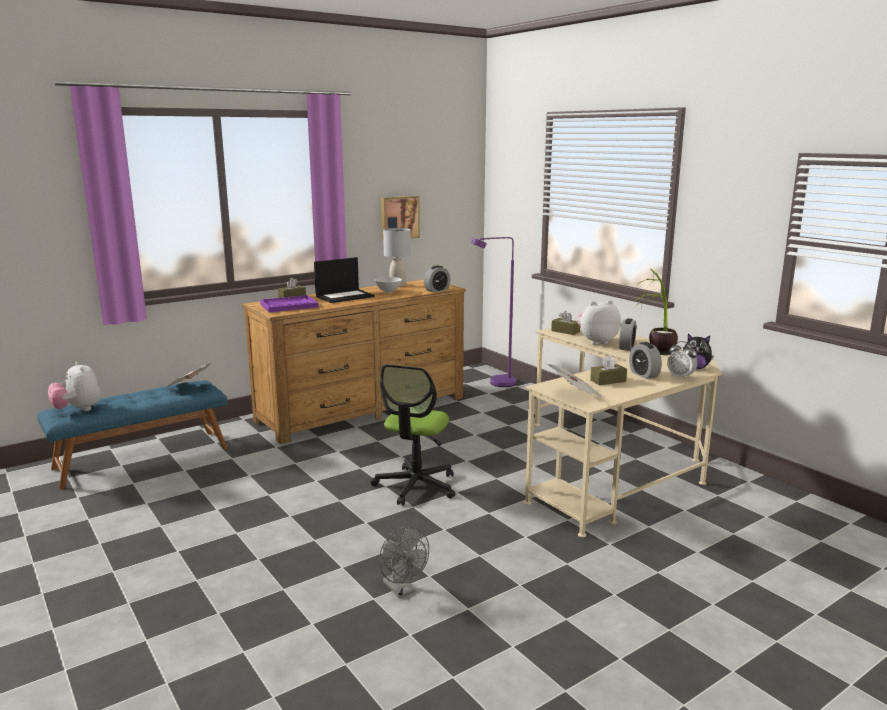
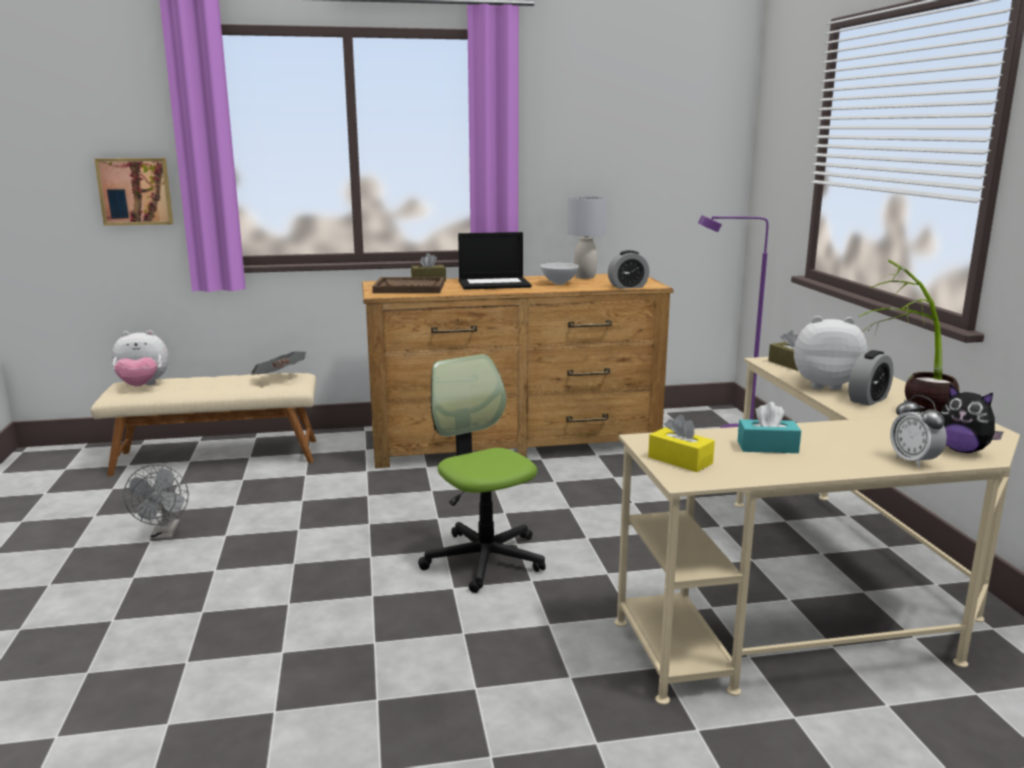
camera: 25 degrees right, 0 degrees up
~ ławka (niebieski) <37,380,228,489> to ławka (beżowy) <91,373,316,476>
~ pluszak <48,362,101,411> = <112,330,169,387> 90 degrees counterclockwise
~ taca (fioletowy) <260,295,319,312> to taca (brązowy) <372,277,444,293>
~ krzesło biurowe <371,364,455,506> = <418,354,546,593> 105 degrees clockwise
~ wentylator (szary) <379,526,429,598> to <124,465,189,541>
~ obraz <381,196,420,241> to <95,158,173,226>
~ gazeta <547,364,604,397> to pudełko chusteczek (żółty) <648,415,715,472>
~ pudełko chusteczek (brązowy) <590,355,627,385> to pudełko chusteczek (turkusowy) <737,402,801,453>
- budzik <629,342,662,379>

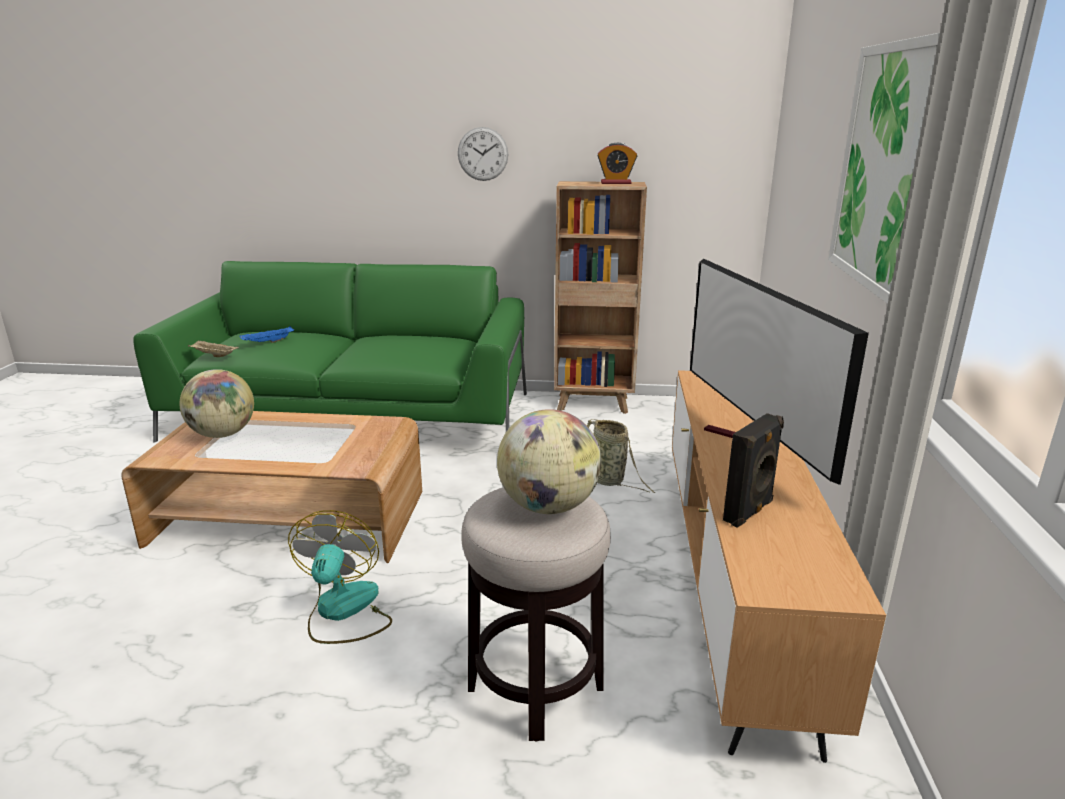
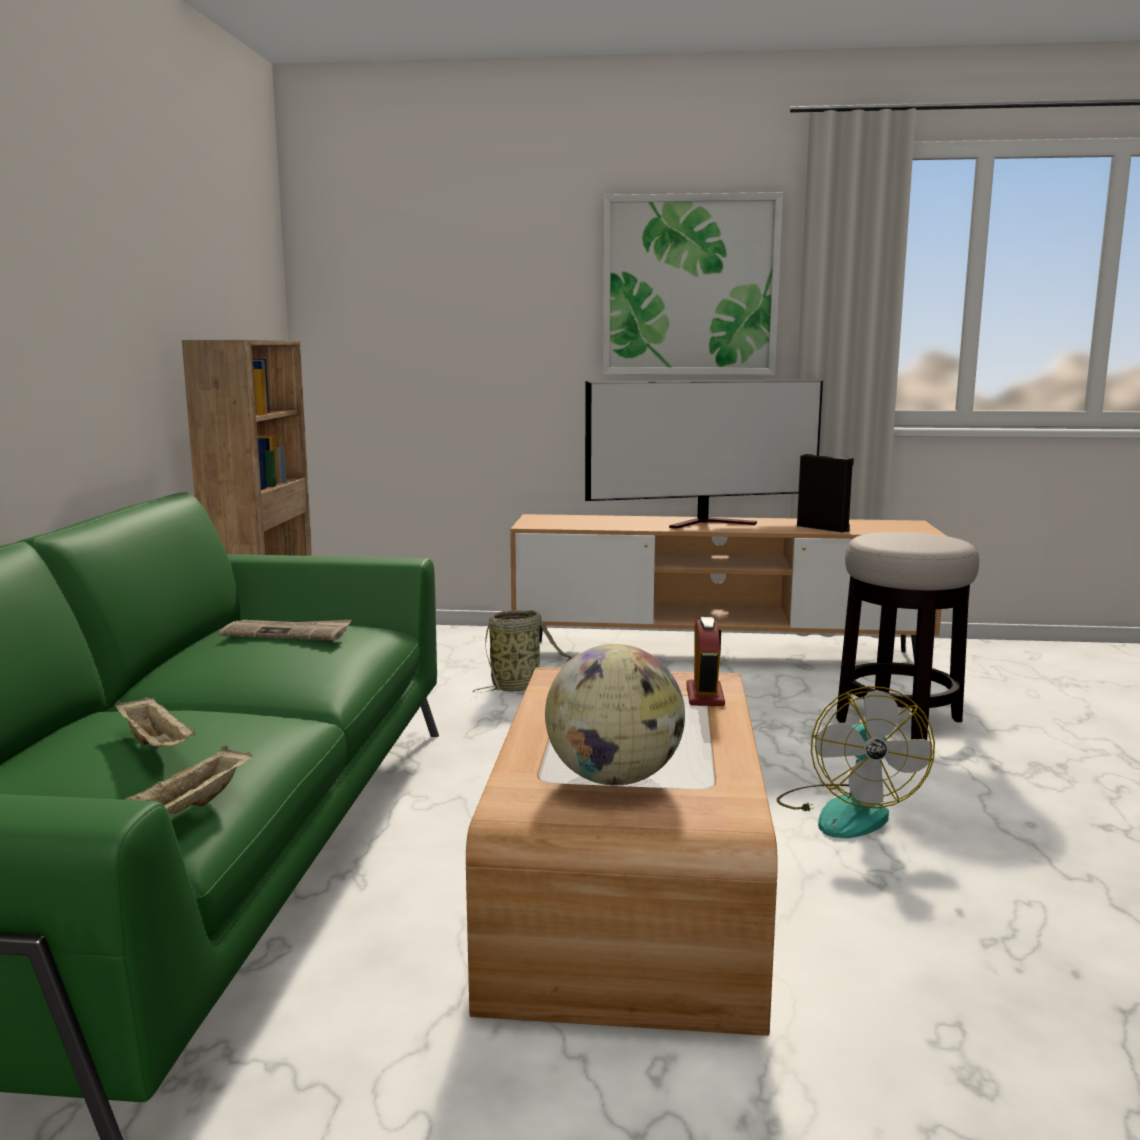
camera: 90 degrees left, 10 degrees down
~ taca (niebieski) <239,326,294,343> to taca (beżowy) <115,697,196,747>
~ wentylator <288,510,392,644> = <776,686,935,838> 90 degrees counterclockwise
- zegar ścienny <458,127,508,181>
- globus <497,409,601,514>
~ budzik <597,143,637,184> to <686,617,725,706>
+ gazeta <219,620,352,640>

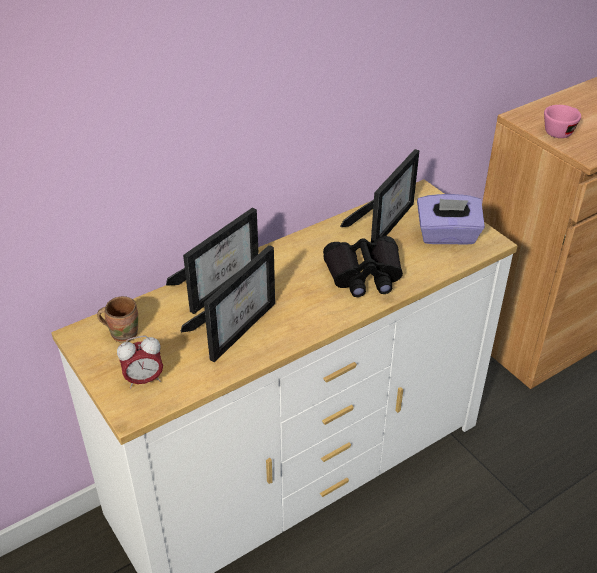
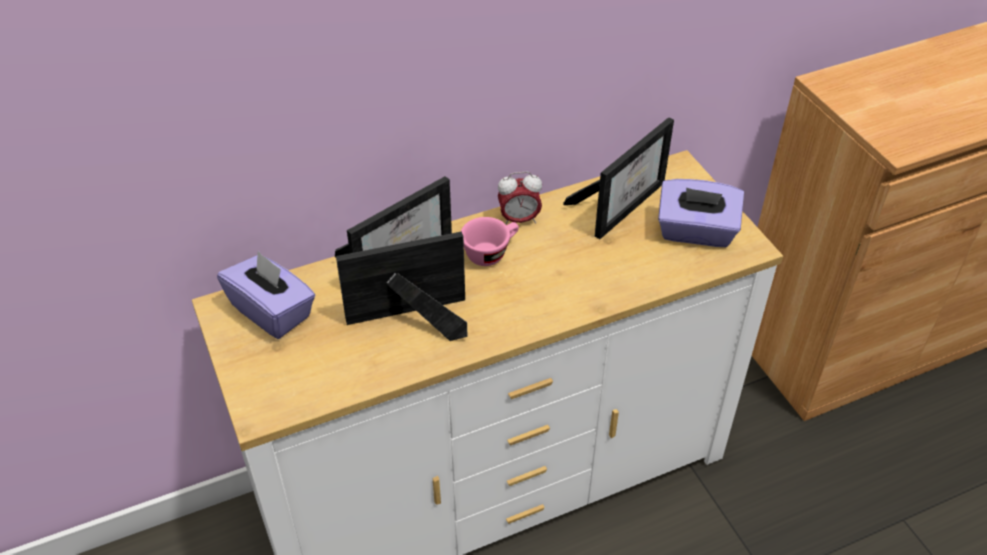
camera: 10 degrees right, 5 degrees up
~ kubek (brązowy) <97,296,138,343> to pudełko chusteczek (fioletowy) <217,251,315,339>
~ budzik <117,336,163,388> to <498,171,542,224>
~ ramka na zdjęcie <180,245,275,362> = <336,231,468,341> 150 degrees counterclockwise
- lornetka (czarny) <323,236,403,297>
~ filiżanka (różowy) <544,105,581,138> to <461,217,519,266>

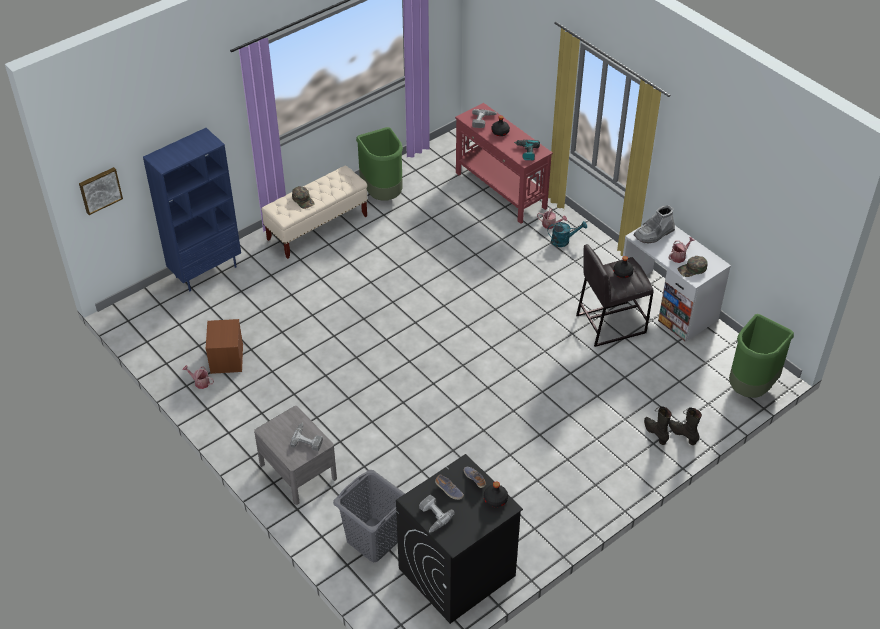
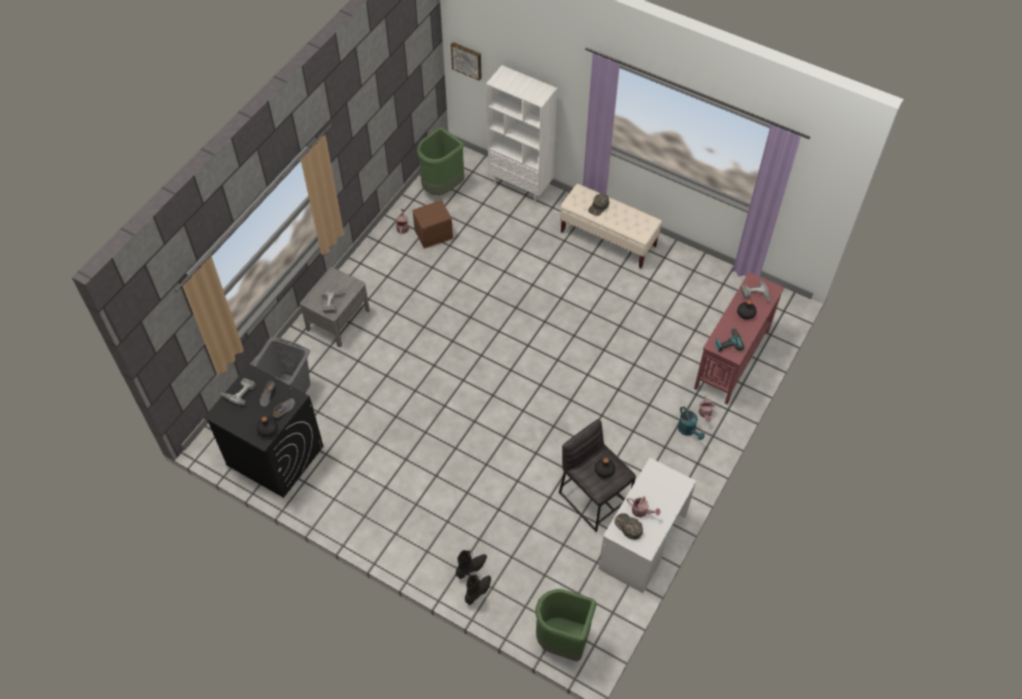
camera: 70 degrees right, 10 degrees up
~ regał (niebieski) <143,128,241,292> to regał (biały) <486,65,557,203>
~ kosz na śmieci (zielony) <356,127,403,201> to <417,127,464,195>
- but z cholewką (szary) <634,205,675,243>

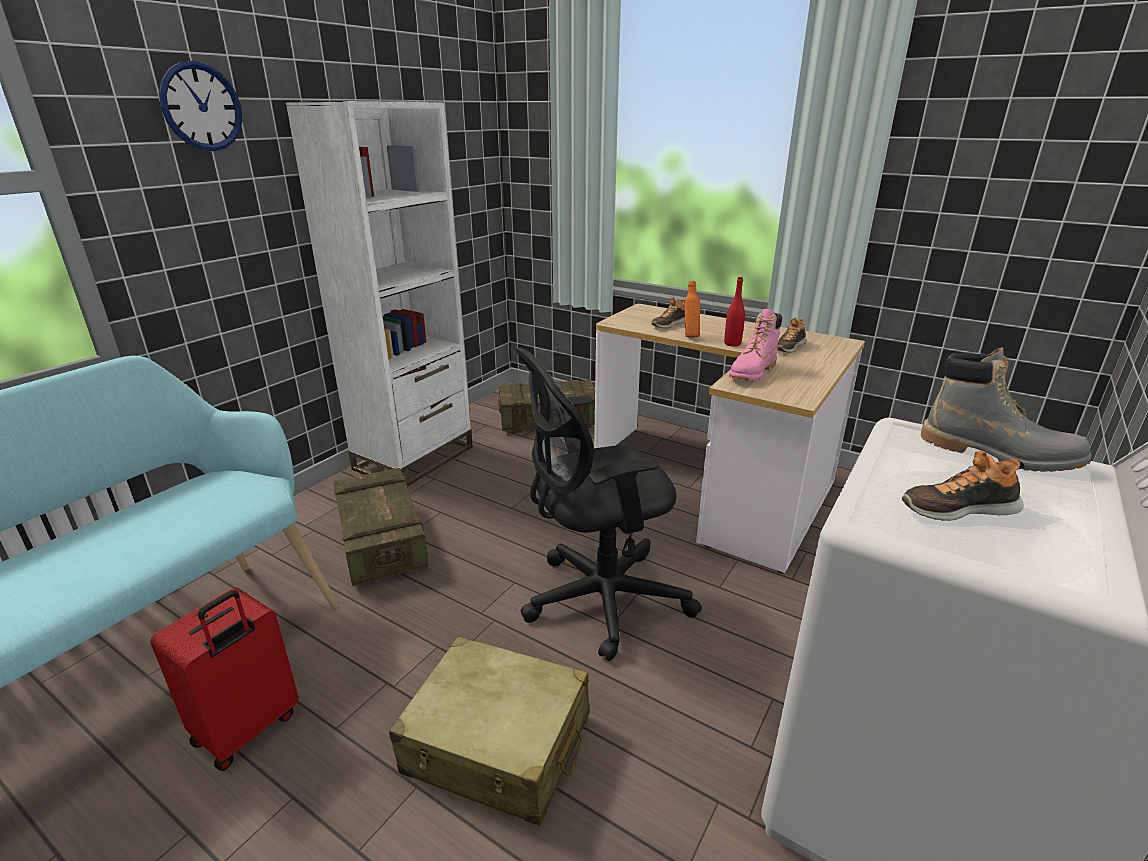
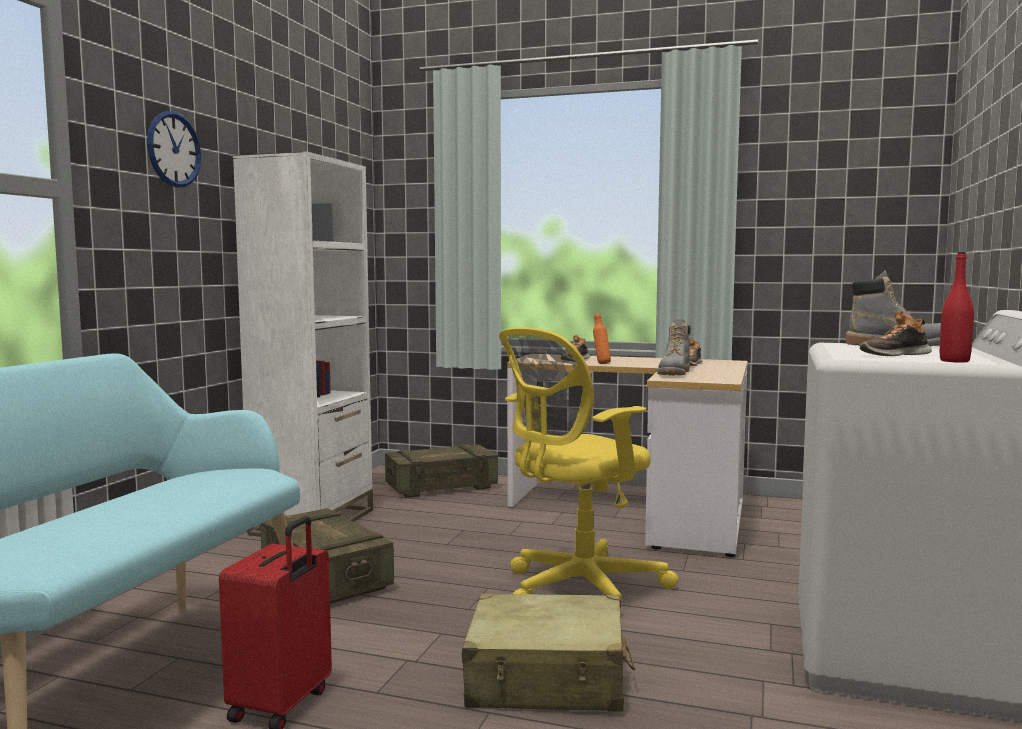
camera: 15 degrees left, 20 degrees down
~ krzesło biurowe (czarny) <515,347,702,661> to krzesło biurowe (żółty) <499,327,679,600>
~ butelka (czerwony) <724,277,745,347> to <940,252,974,363>
~ but z cholewką (różowy) <729,309,782,381> to but z cholewką (szary) <657,318,691,375>

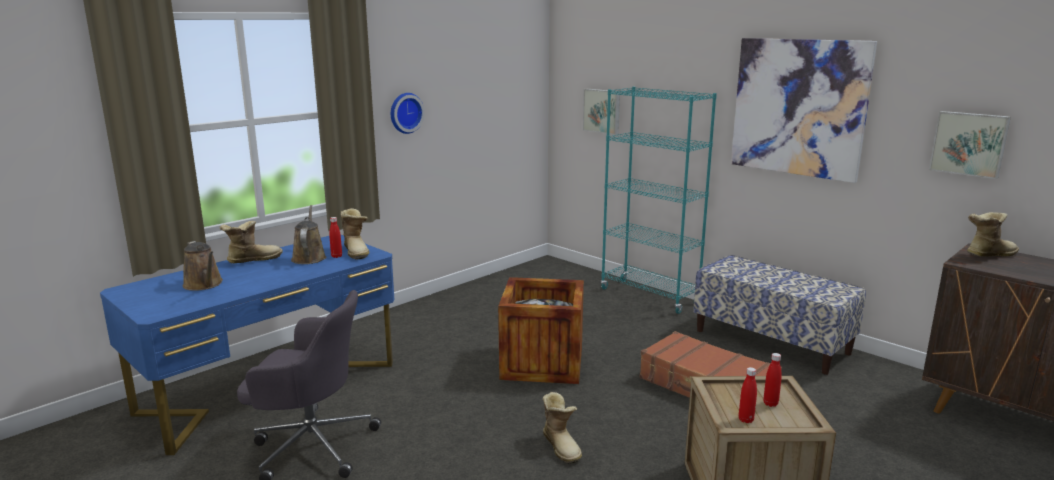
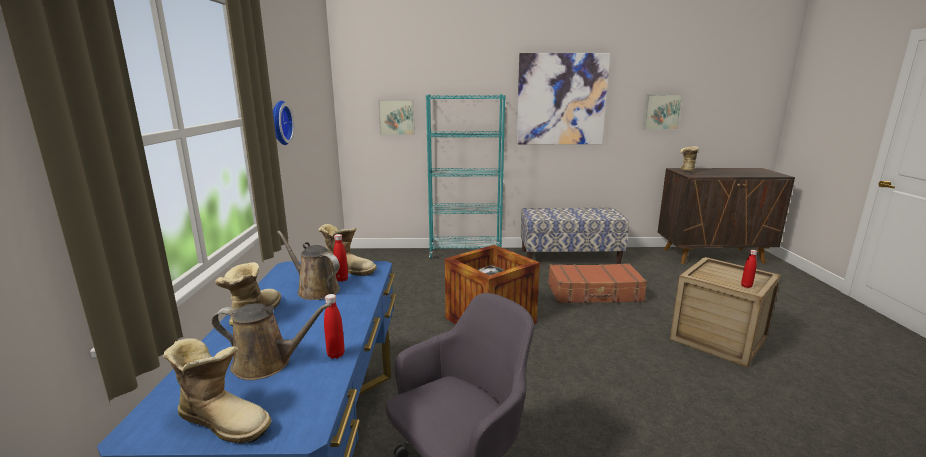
camera: 45 degrees left, 0 degrees up
~ but z cholewką <542,392,582,464> to <163,339,271,443>
~ butelka (czerwony) <763,353,782,407> to <324,294,345,359>

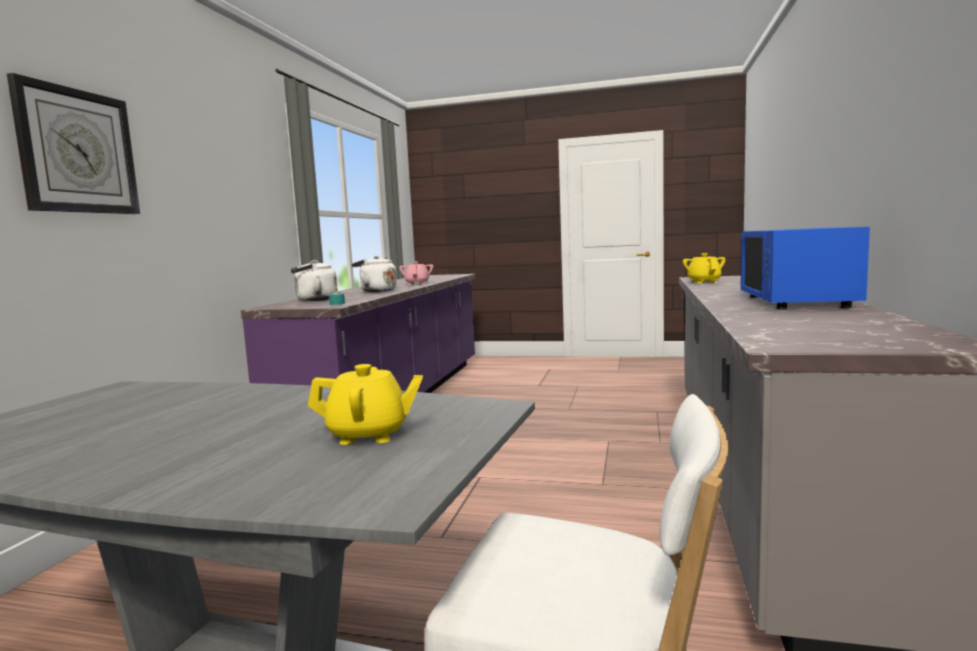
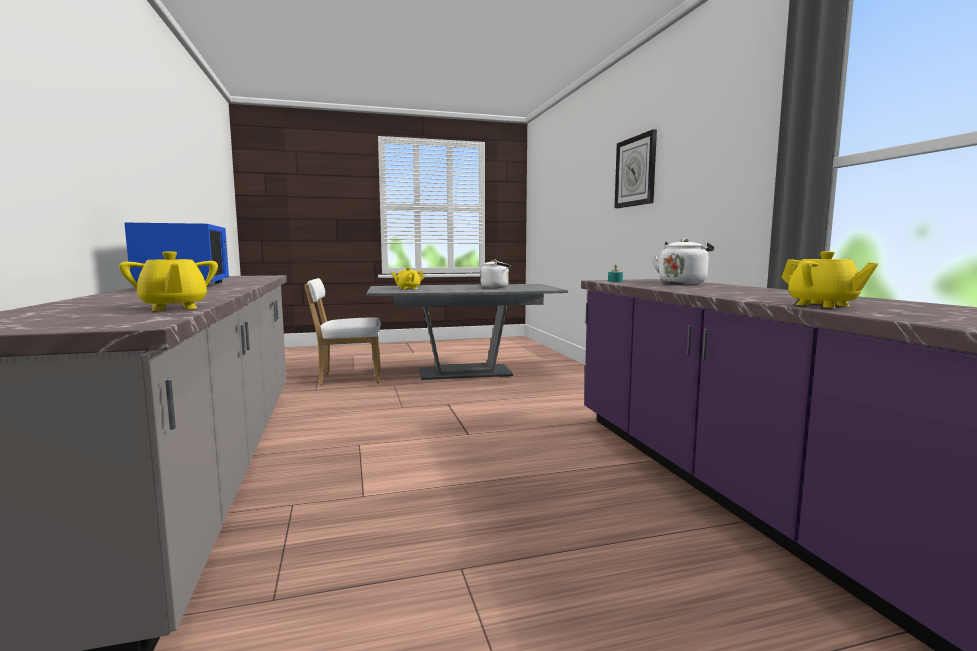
camera: 150 degrees right, 0 degrees up
~ czajnik (biały) <352,256,397,292> to <480,259,511,288>
~ imbryk (różowy) <399,261,433,285> to imbryk (żółty) <781,251,878,308>

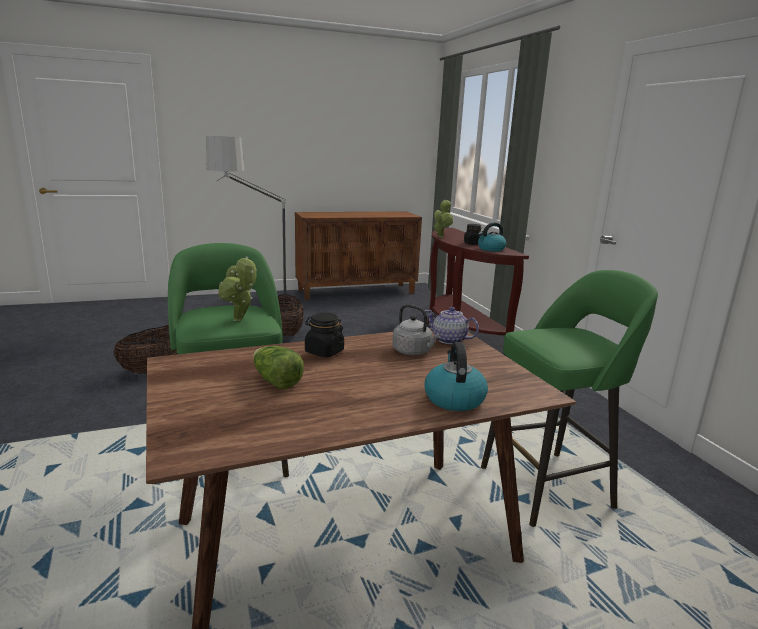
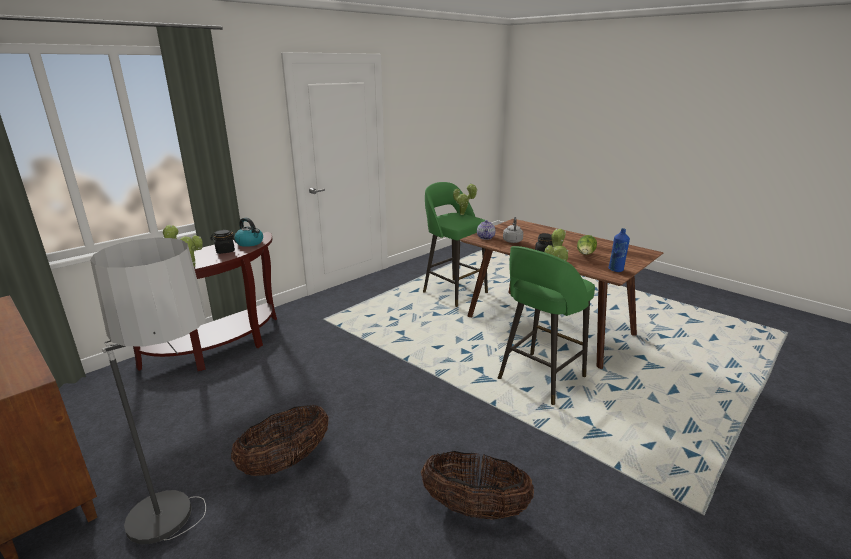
camera: 115 degrees left, 5 degrees up
- czajnik <424,342,488,411>
+ roślina doniczkowa <453,183,477,215>
+ butelka (niebieski) <608,228,630,272>

